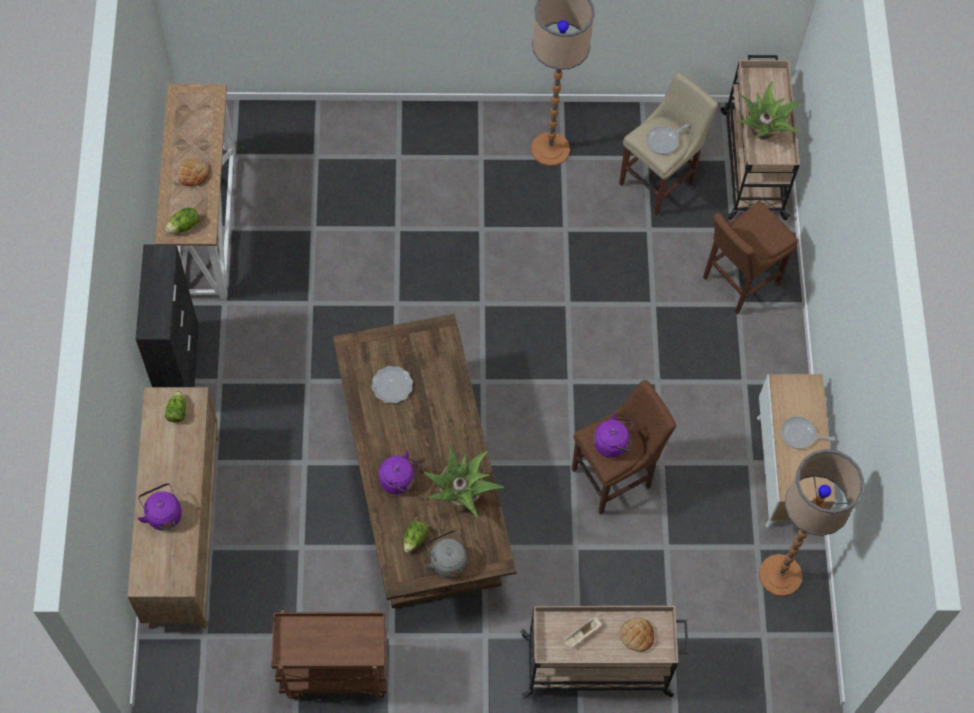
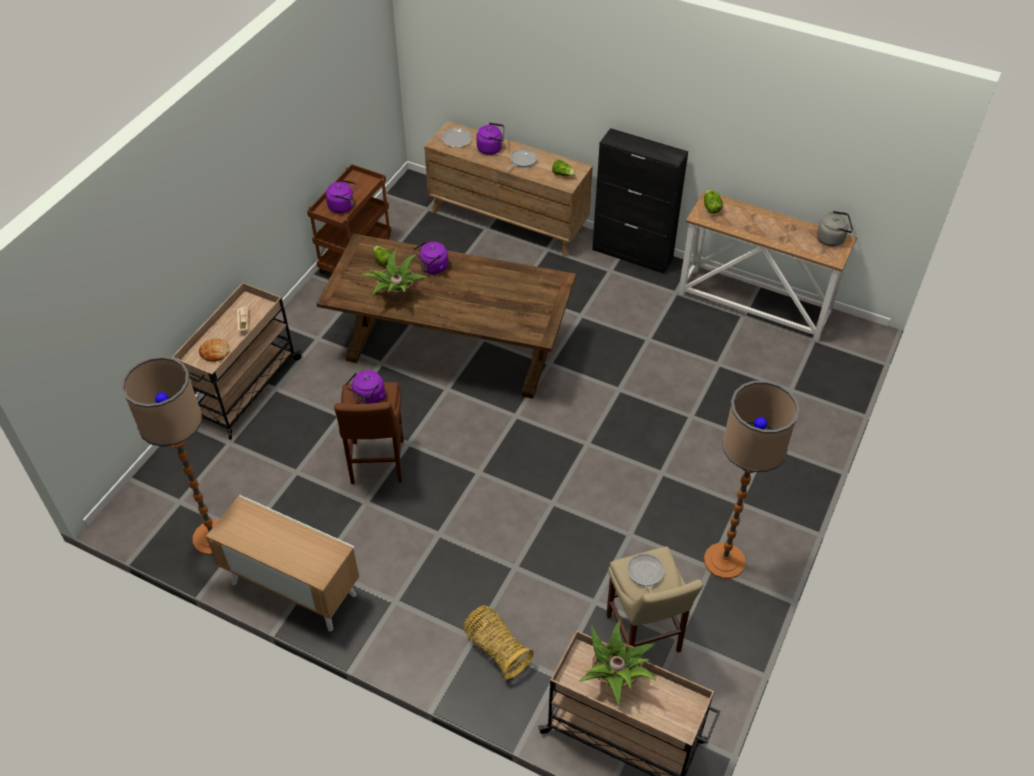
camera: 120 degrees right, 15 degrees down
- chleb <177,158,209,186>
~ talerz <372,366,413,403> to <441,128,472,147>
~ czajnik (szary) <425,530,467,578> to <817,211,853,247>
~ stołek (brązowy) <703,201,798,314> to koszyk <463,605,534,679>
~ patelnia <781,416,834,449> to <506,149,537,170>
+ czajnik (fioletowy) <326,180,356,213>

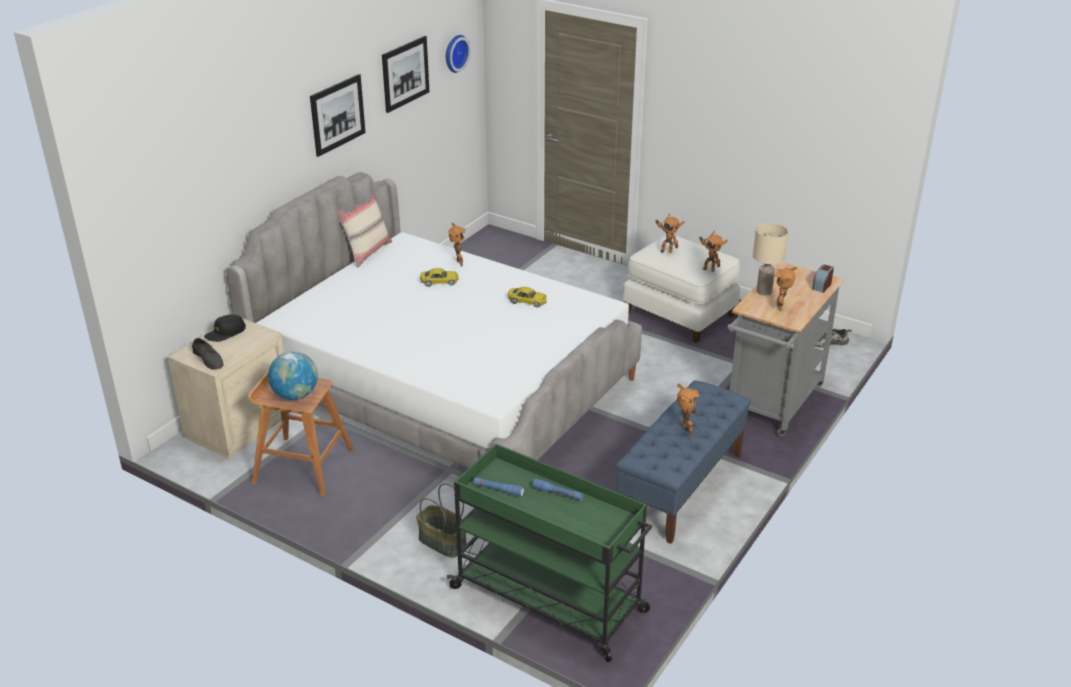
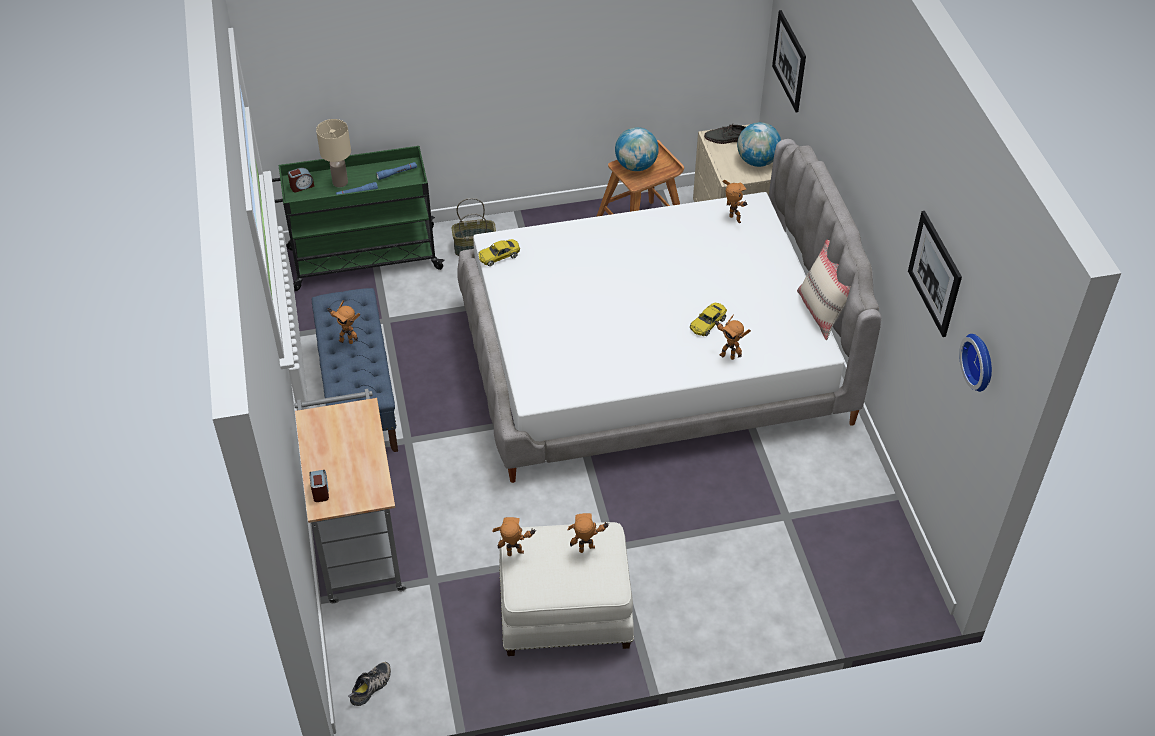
camera: 135 degrees right, 15 degrees up
~ czapka z daszkiem (czarny) <204,314,246,342> to globus <737,122,781,167>
~ obraz <310,74,366,157> to <772,10,806,112>
~ samochodzik (żółty) <508,287,547,308> to <478,239,520,266>
~ lampa stołowa (beżowy) <753,223,788,296> to <316,119,351,187>
~ robot zabawkowy <774,266,797,311> to <723,180,748,223>
+ budzik <288,168,314,192>

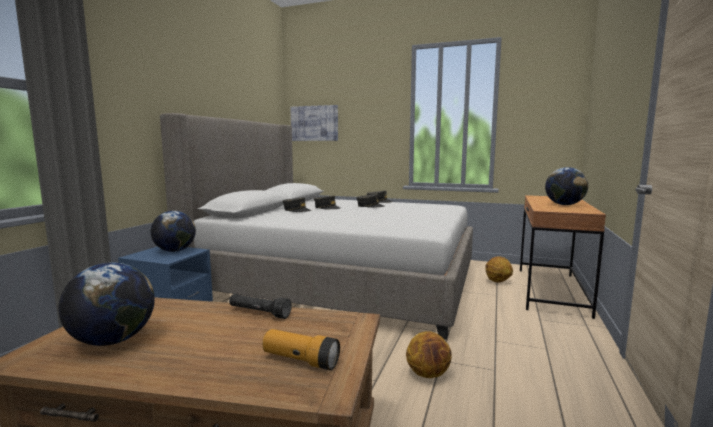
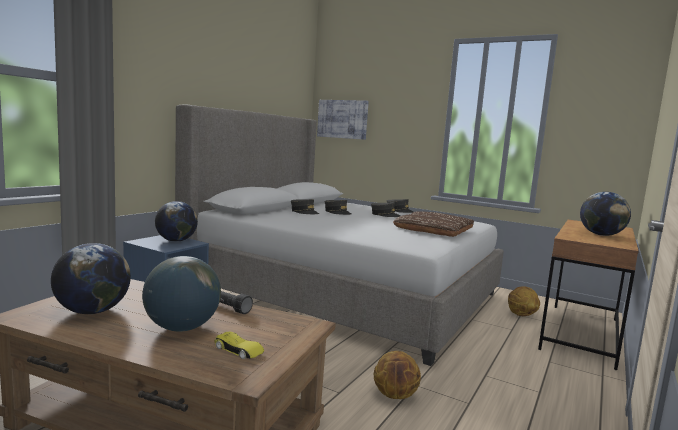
camera: 10 degrees right, 0 degrees up
~ latarka <263,329,340,370> to samochodzik (żółty) <215,332,264,359>
+ globus <142,256,221,332>
+ poduszka (brązowy) <393,211,474,237>

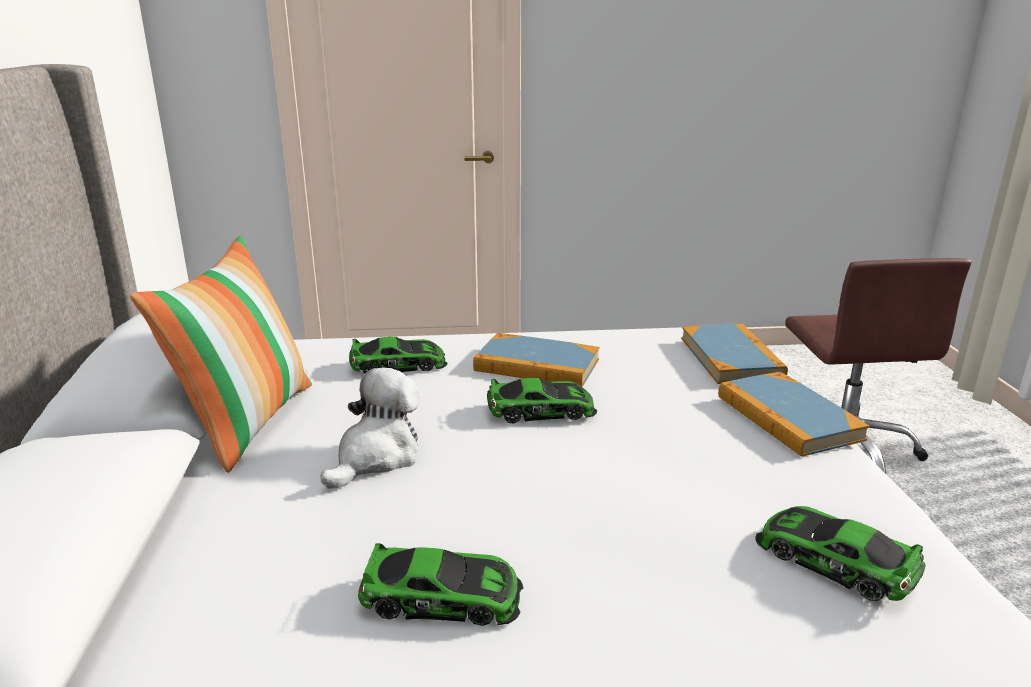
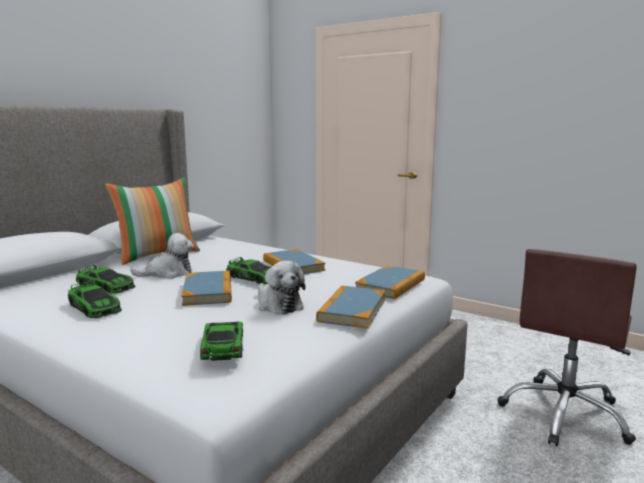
camera: 40 degrees right, 10 degrees down
~ samochodzik <349,337,448,374> to <76,265,136,294>
+ książka <181,271,232,306>
+ pluszak <258,261,305,314>

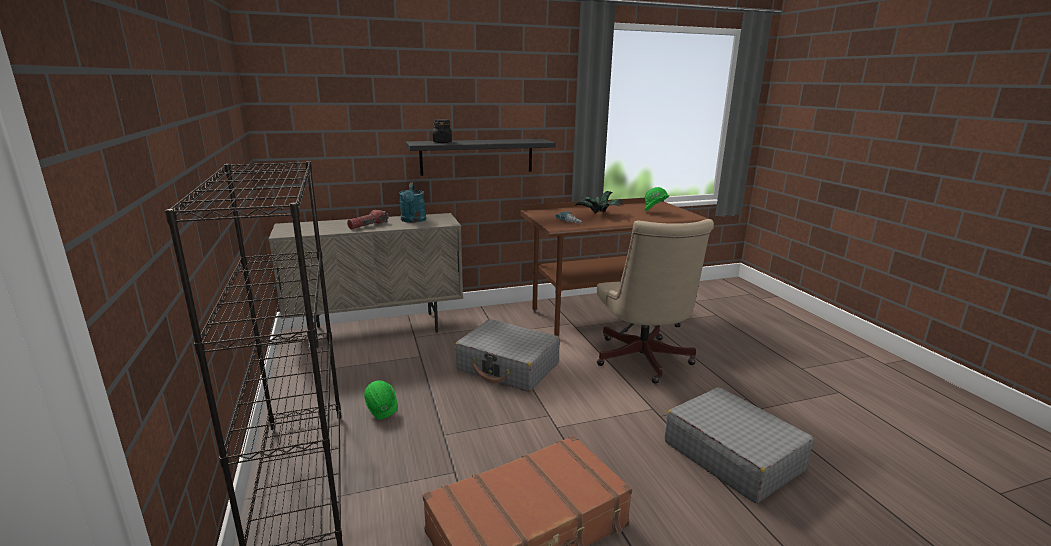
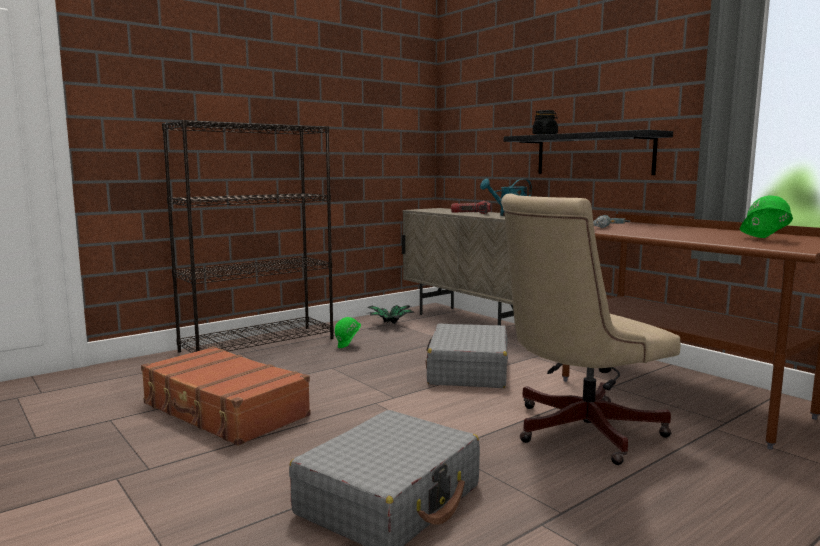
camera: 70 degrees right, 10 degrees down
~ roślina doniczkowa <575,191,624,213> to <367,305,415,324>

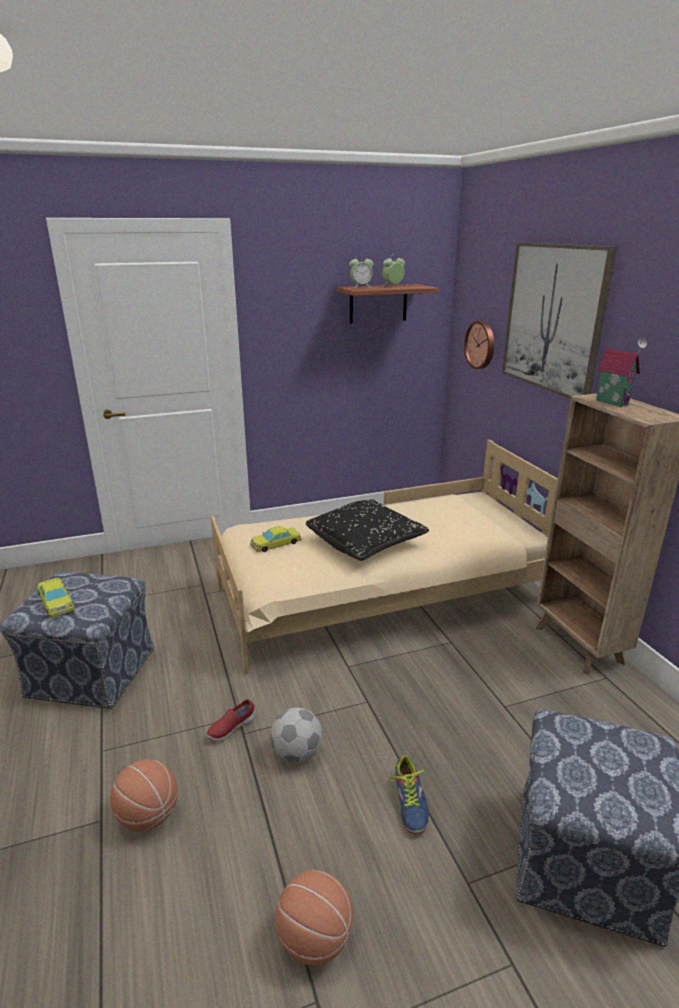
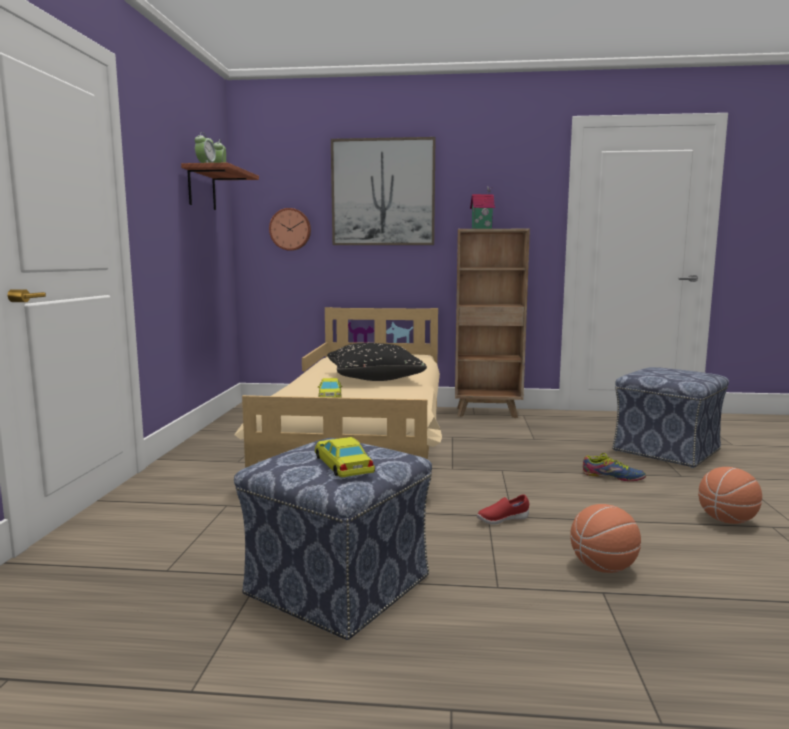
camera: 65 degrees left, 15 degrees down
~ samochodzik (żółty) <37,578,75,618> = <315,437,375,477> 105 degrees counterclockwise
~ but (czerwony) <207,699,255,741> = <477,494,529,525> 90 degrees clockwise
- piłka futbolowa <270,708,322,762>

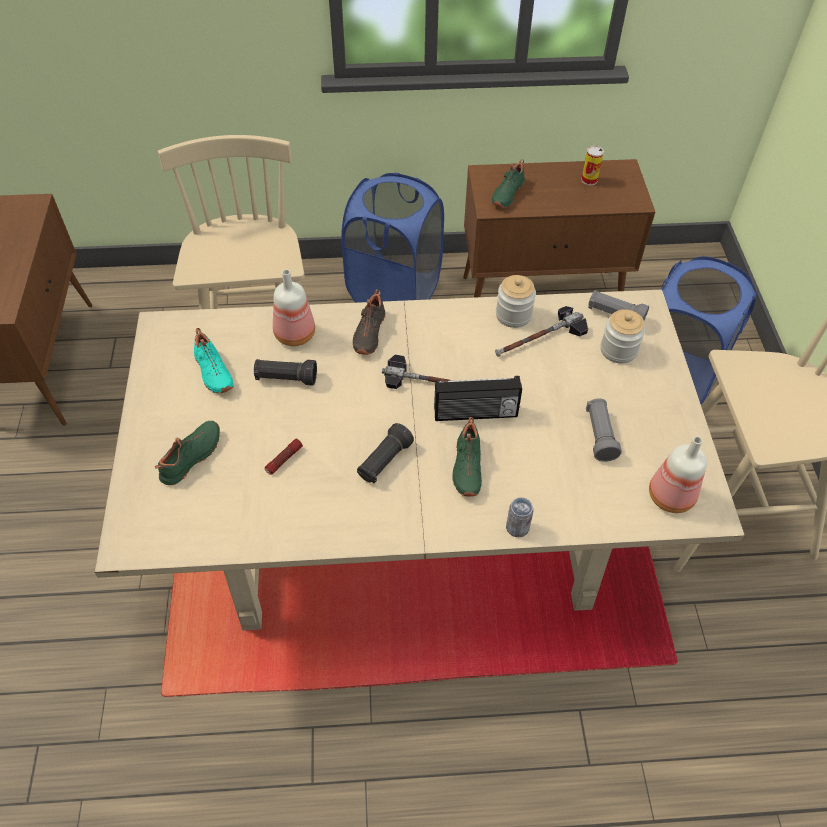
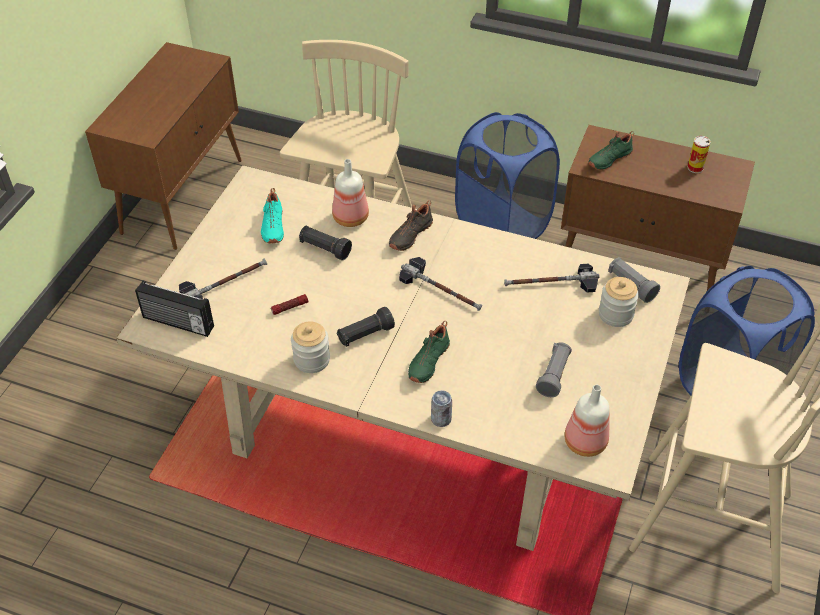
camera: 25 degrees right, 5 degrees down
~ but (zielony) <155,421,220,485> to młotek <179,259,267,300>
~ radio <434,376,522,421> to <135,281,214,337>
~ słoik <496,275,536,328> to <291,322,330,373>

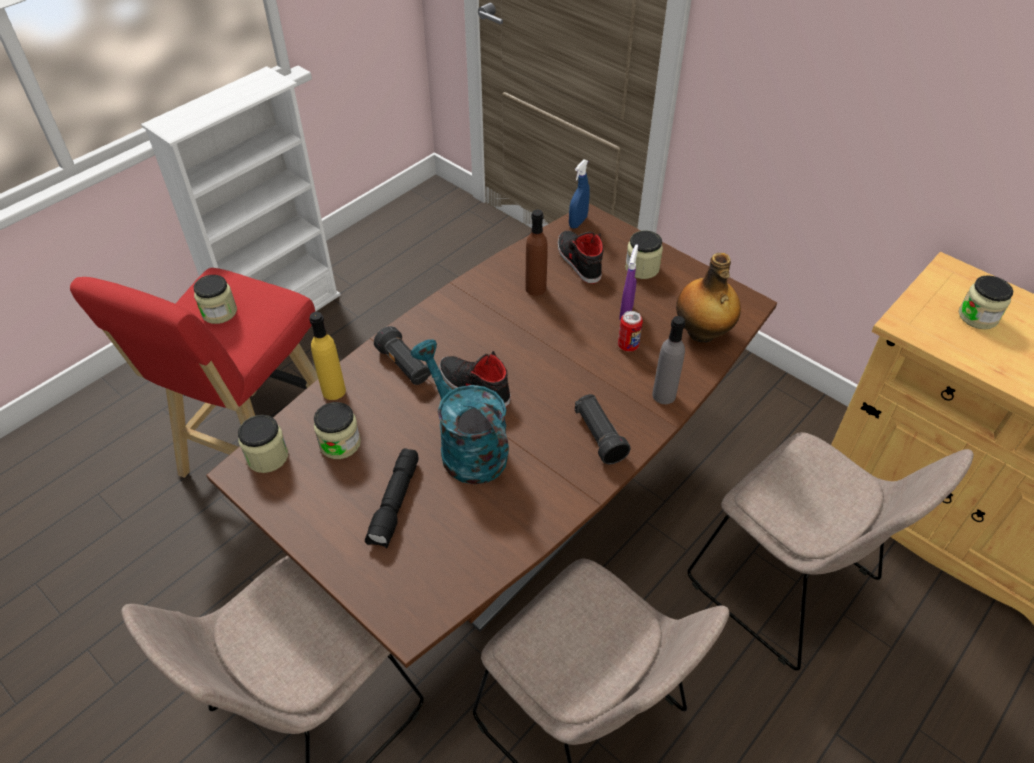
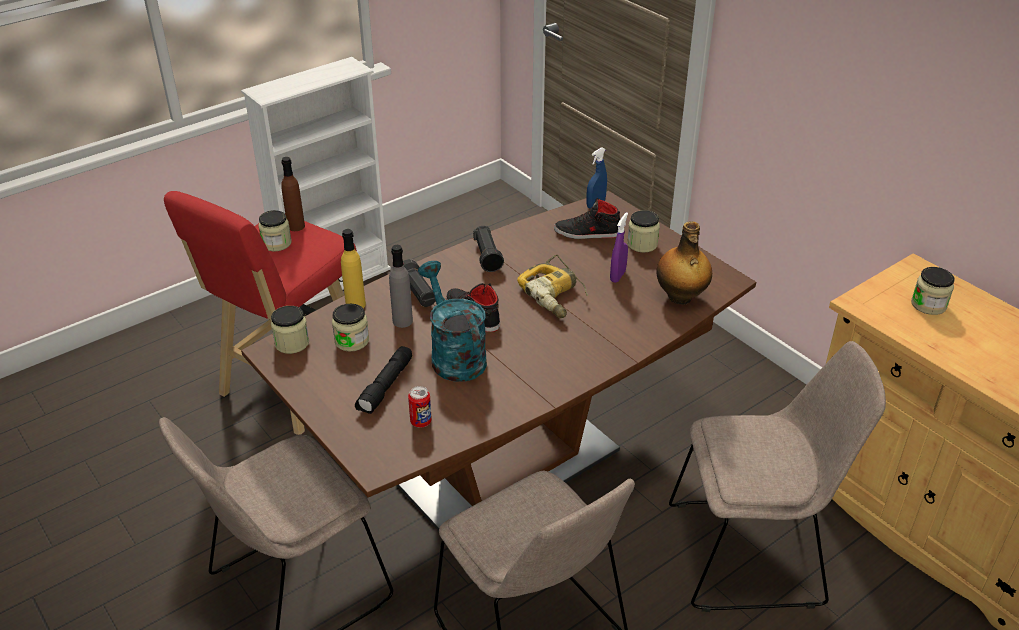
camera: 10 degrees right, 10 degrees down
~ butelka (brązowy) <525,210,548,296> to <281,157,305,231>
~ but (czarny) <558,231,603,284> = <554,198,620,239> 75 degrees counterclockwise
~ latarka (czarny) <575,394,631,464> to <473,226,504,272>
~ puszka <618,311,643,352> to <408,386,432,427>
~ butelka (szary) <652,316,685,404> to <389,245,413,328>
~ krzesło (beżowy) <688,432,974,671> = <669,341,886,612> 60 degrees counterclockwise
+ wiertarka <517,255,588,318>

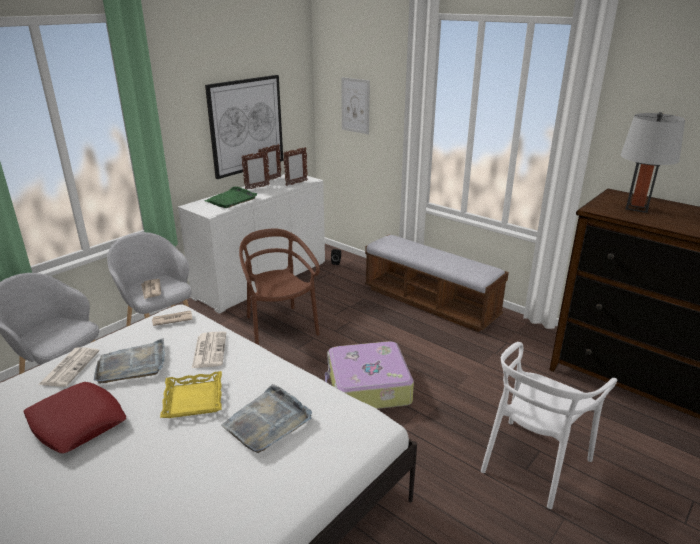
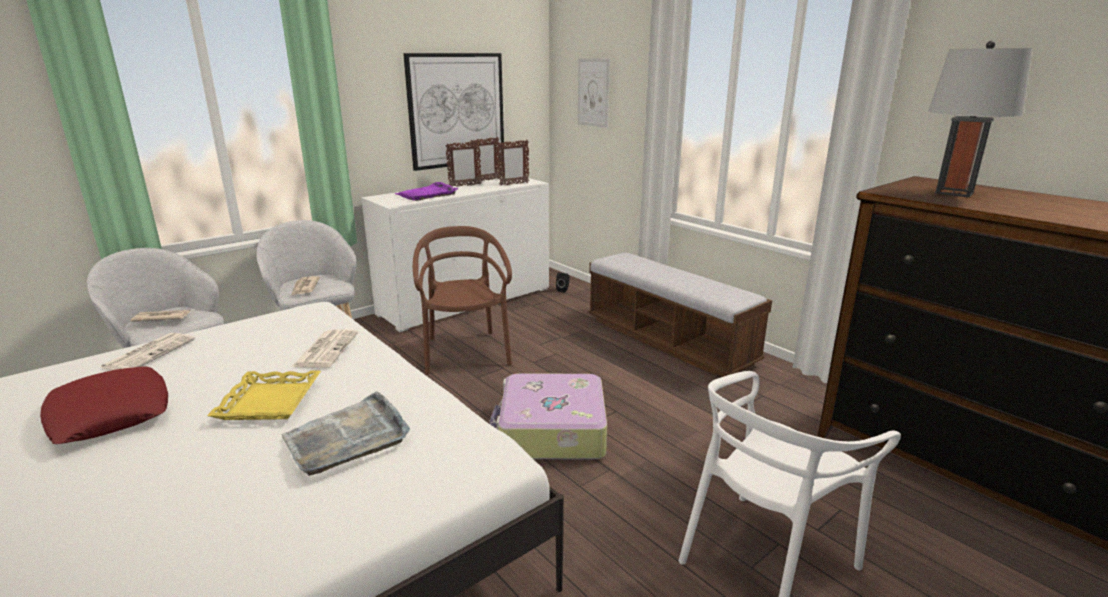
camera: 10 degrees right, 5 degrees down
- taca (szary) <94,338,165,384>
~ gazeta <152,311,193,326> to <131,310,191,322>
~ taca (zielony) <204,186,257,208> to taca (fioletowy) <395,182,459,201>

